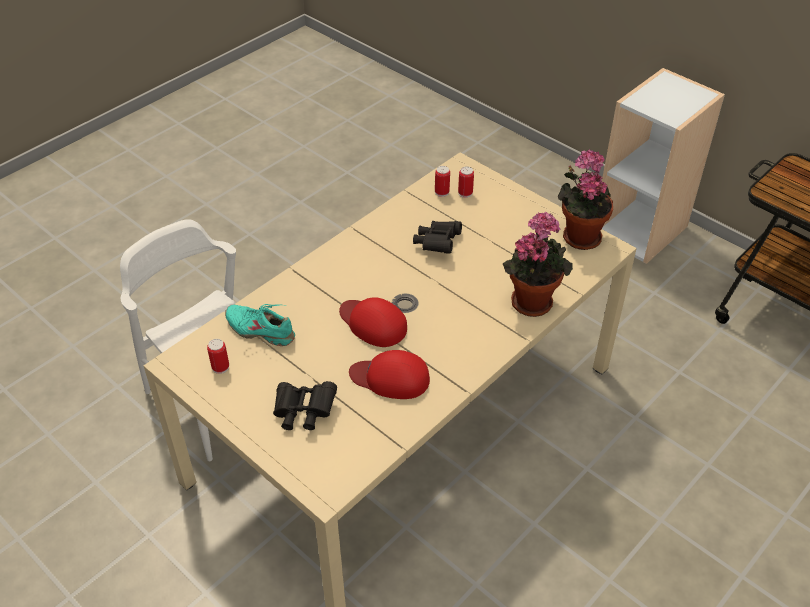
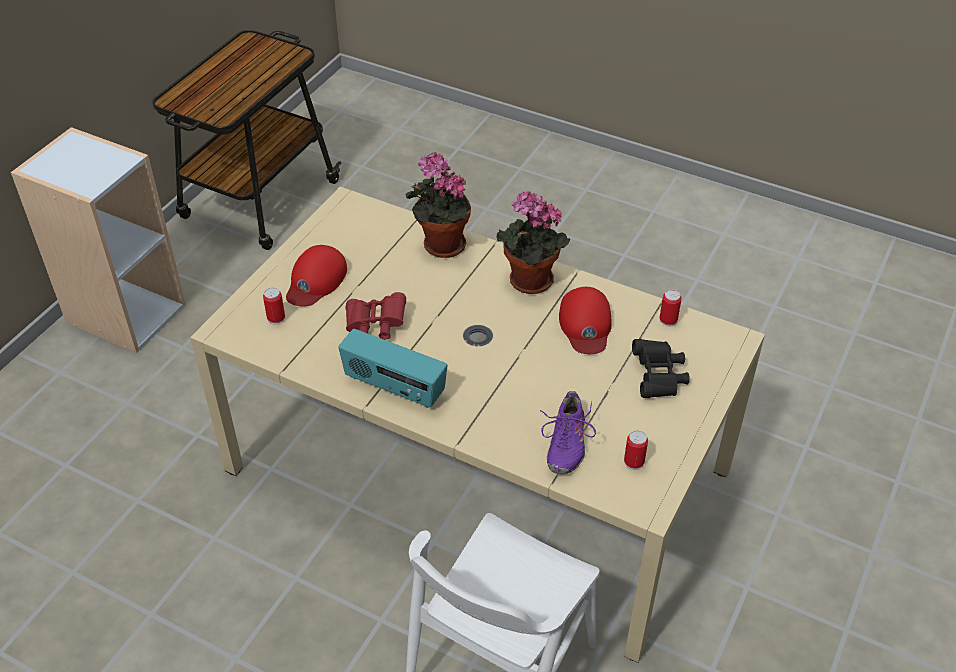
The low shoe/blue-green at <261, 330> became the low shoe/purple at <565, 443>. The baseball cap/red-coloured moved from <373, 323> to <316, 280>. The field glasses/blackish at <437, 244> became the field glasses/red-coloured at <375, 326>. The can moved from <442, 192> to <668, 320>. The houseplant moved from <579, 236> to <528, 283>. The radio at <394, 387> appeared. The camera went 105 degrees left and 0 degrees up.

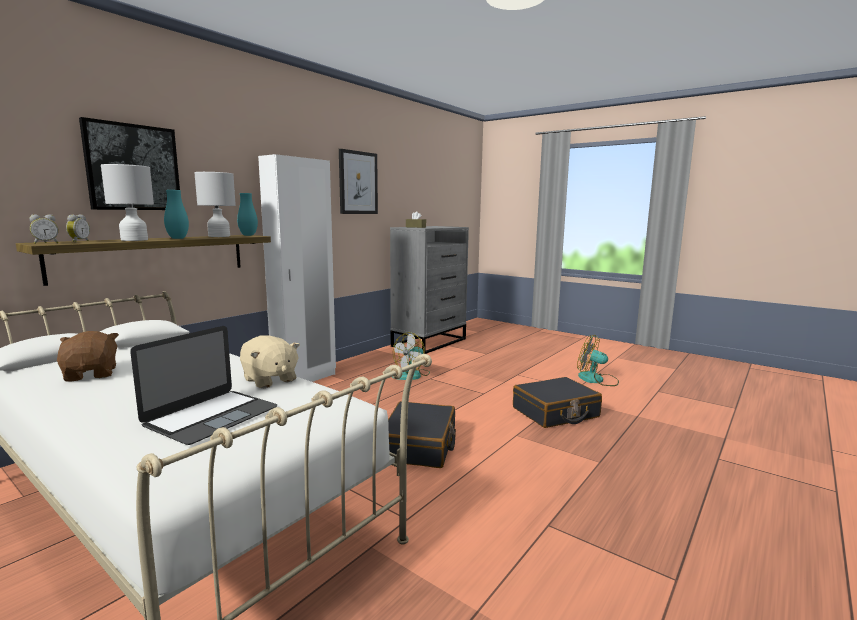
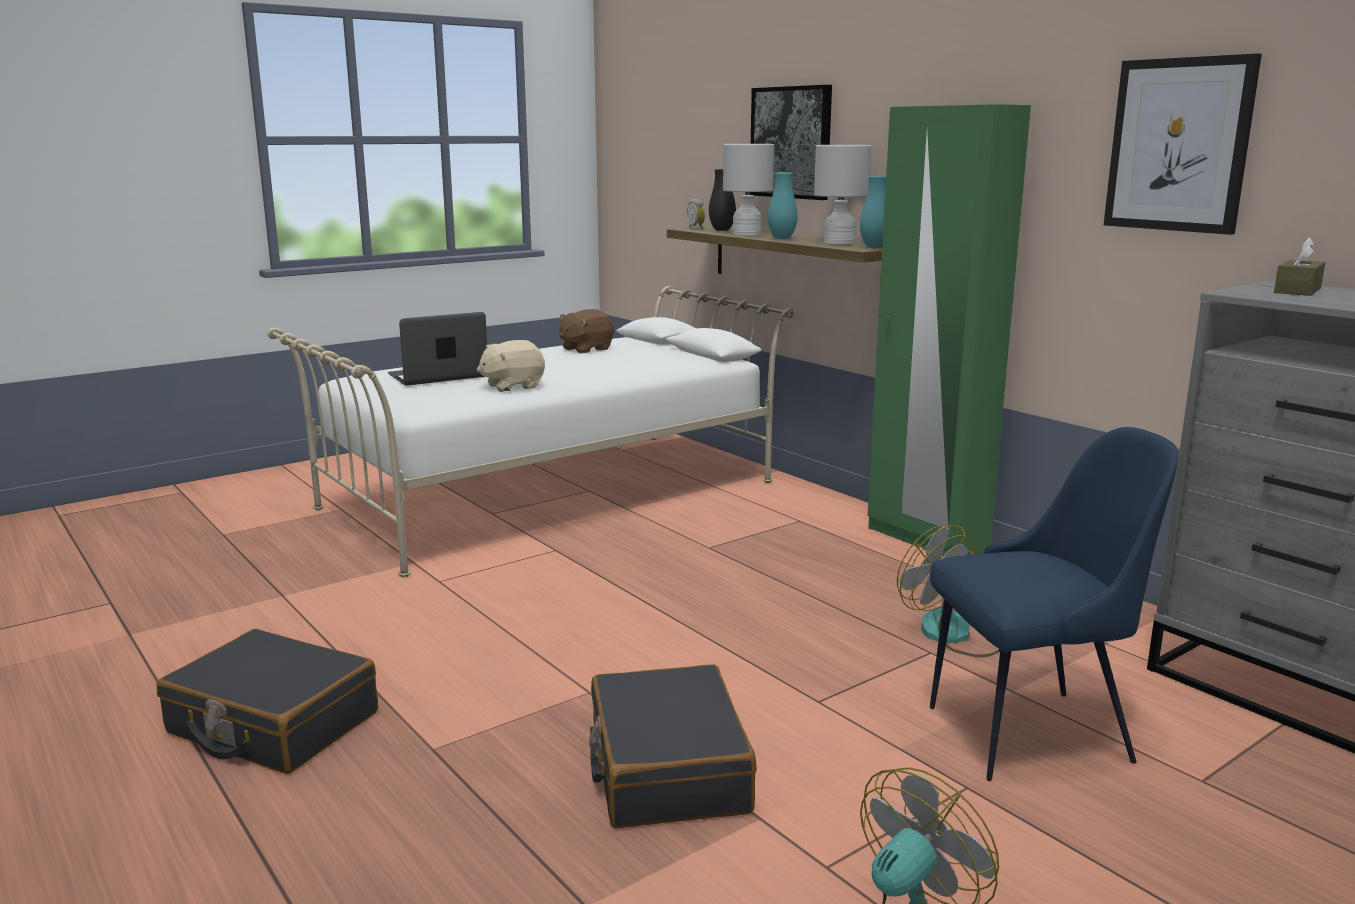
The cuddly toy/brownish at <92, 374> turned 150 degrees clockwise. The table clock at <78, 241> was replaced by the flower vase/blackish at <722, 230>. The portable computer at <211, 416> turned 105 degrees clockwise. The clothes cupboard/white-coloured at <305, 379> became the clothes cupboard/greenish at <926, 540>. The piece of luggage/blackish moved from <419, 446> to <272, 724>. The plain chair/blue at <1029, 733> appeared. The camera went 105 degrees right and 5 degrees up.

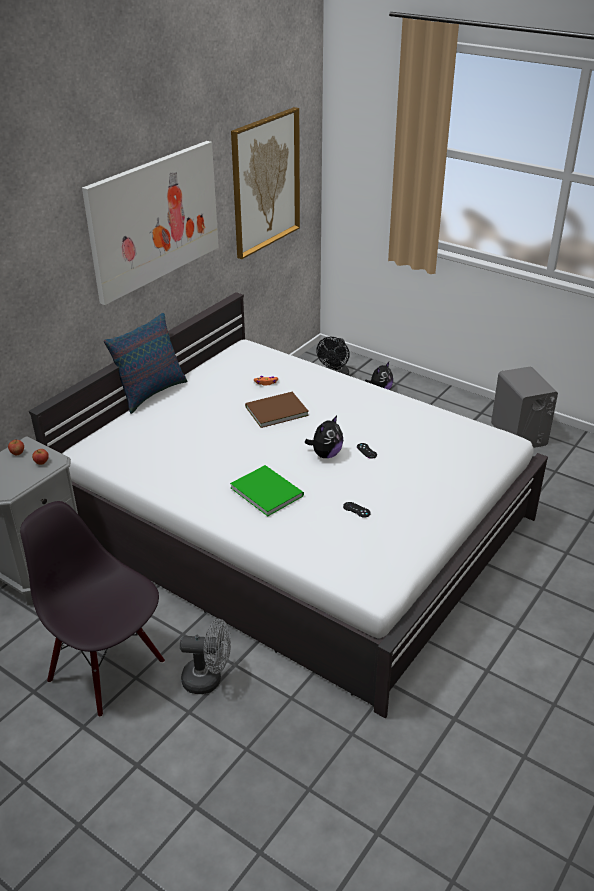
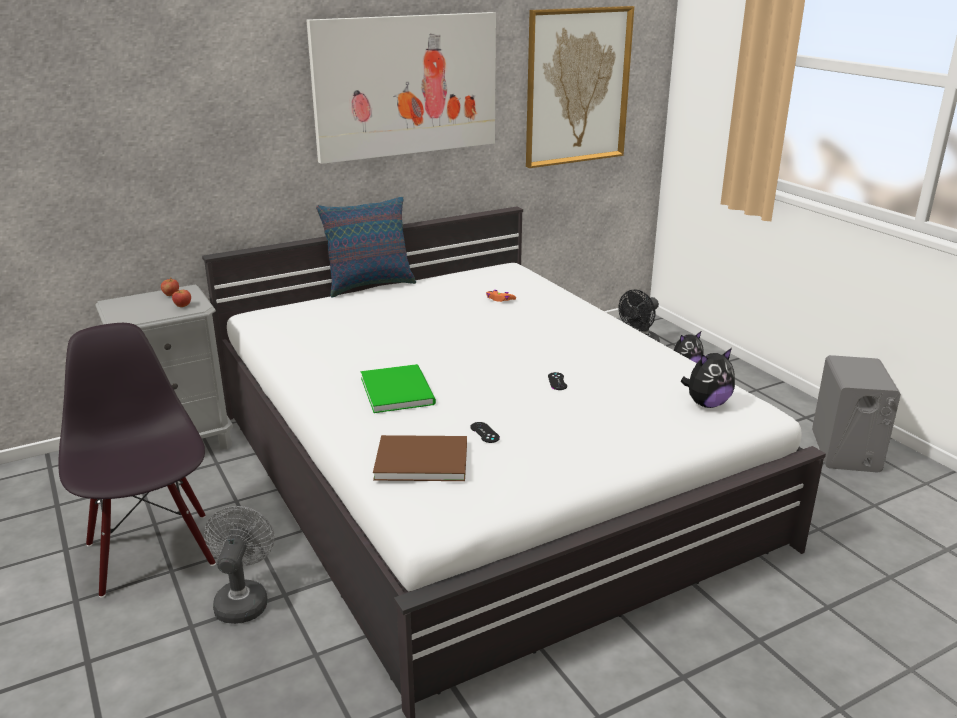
The electric fan/grey at <208, 679> turned 120 degrees counterclockwise. The book/brownish moved from <274, 411> to <419, 459>. The cuddly toy moved from <326, 454> to <706, 404>. The camera went 25 degrees right and 10 degrees down.

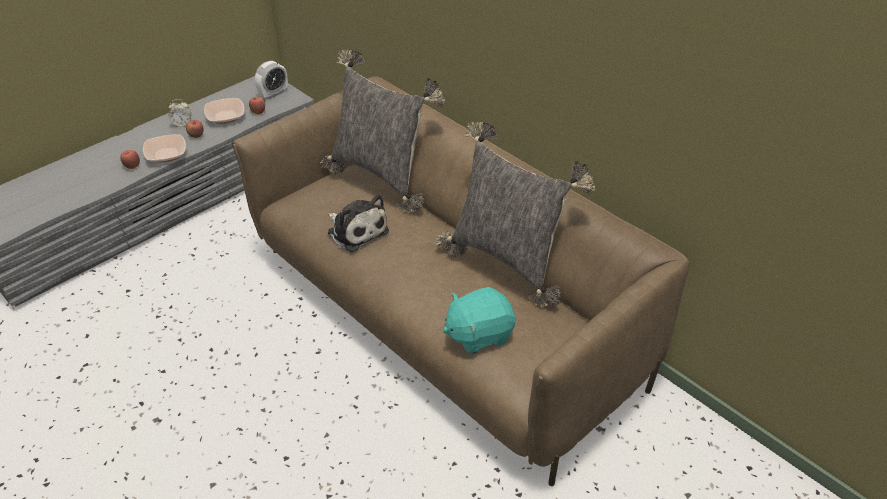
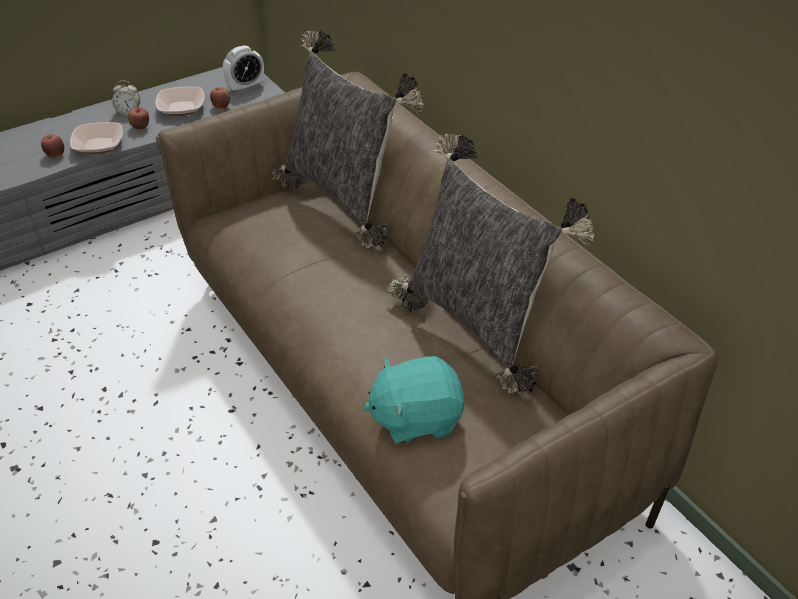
The cuddly toy at <356, 230> disappeared. The camera went 10 degrees right and 0 degrees up.

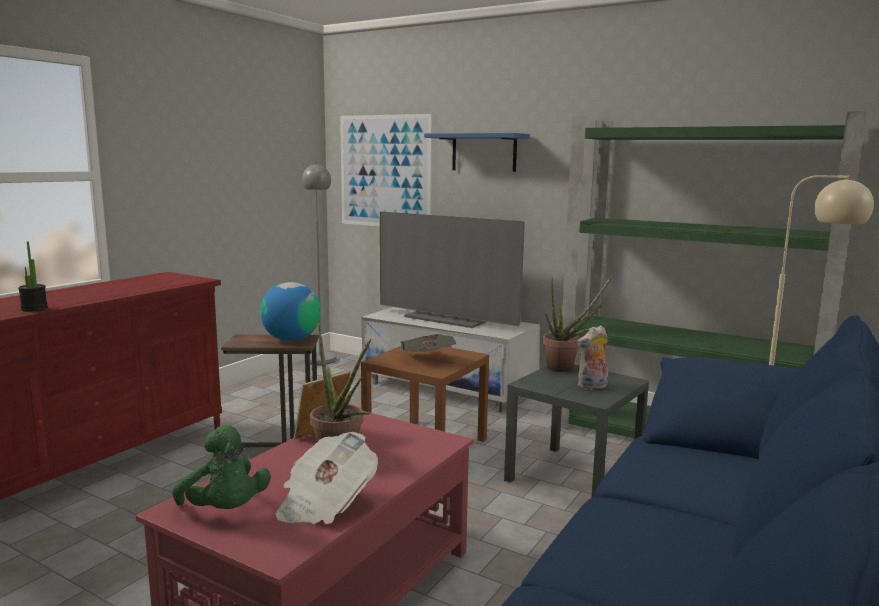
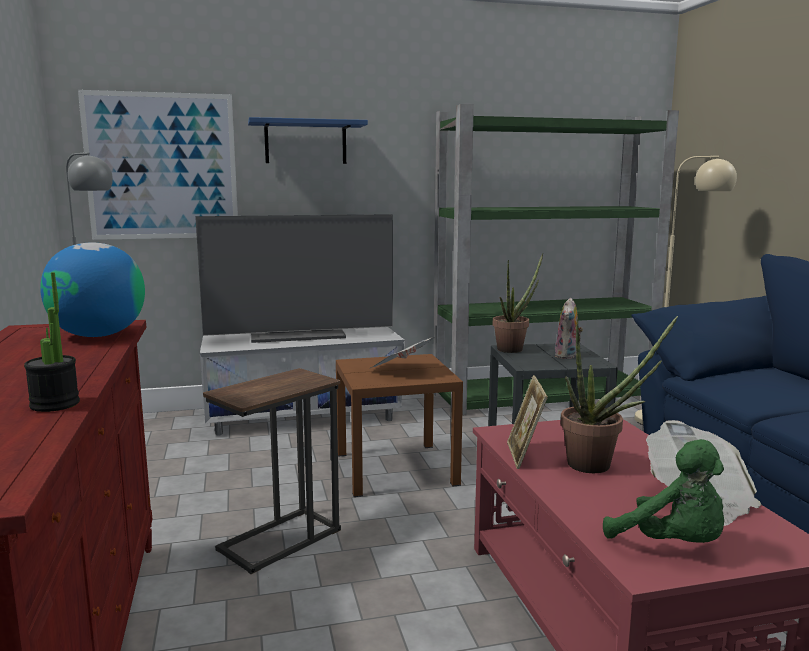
The cuddly toy/greenish at <225, 511> turned 45 degrees clockwise. The world globe moved from <291, 339> to <98, 335>. The camera went 45 degrees left and 0 degrees up.

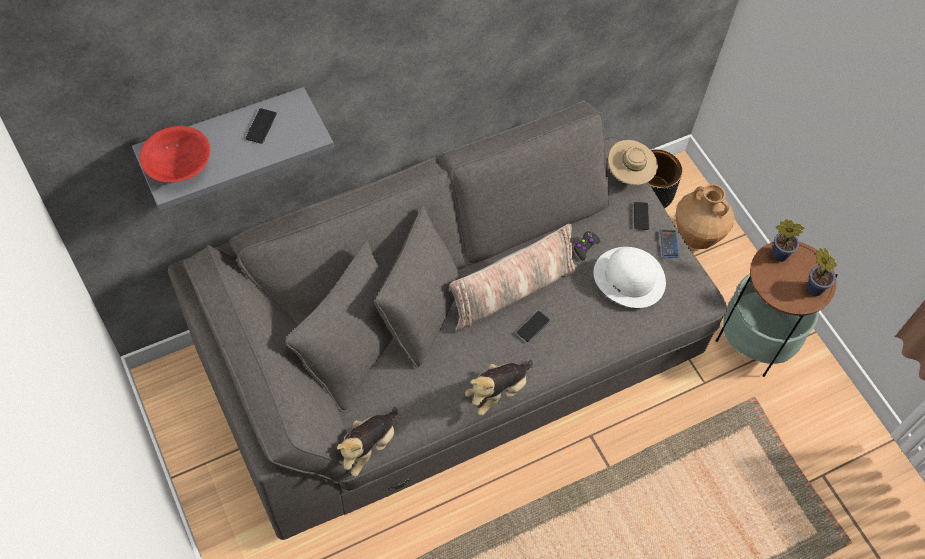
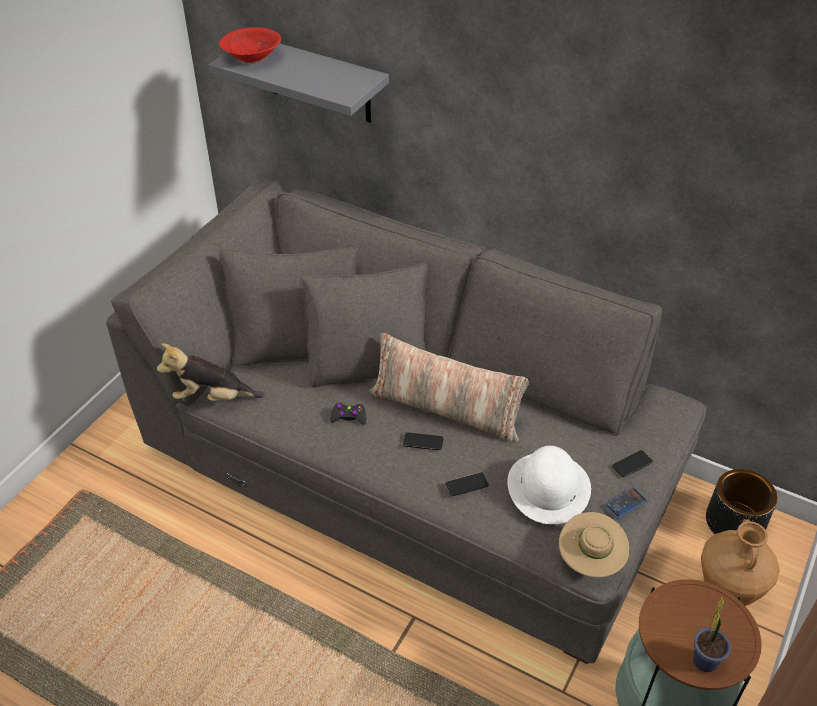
The handset moved from <261, 126> to <467, 484>. The cuddly toy at <497, 392> disappeared. The joypad/blackish moved from <585, 247> to <348, 417>. The clothing hat/sand-coloured moved from <629, 174> to <590, 560>. The houseplant at <777, 254> disappeared. The camera went 60 degrees right and 15 degrees down.

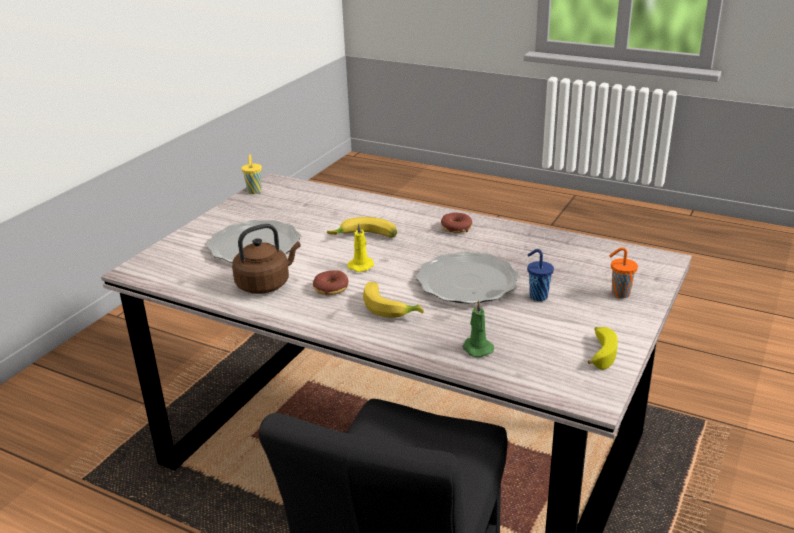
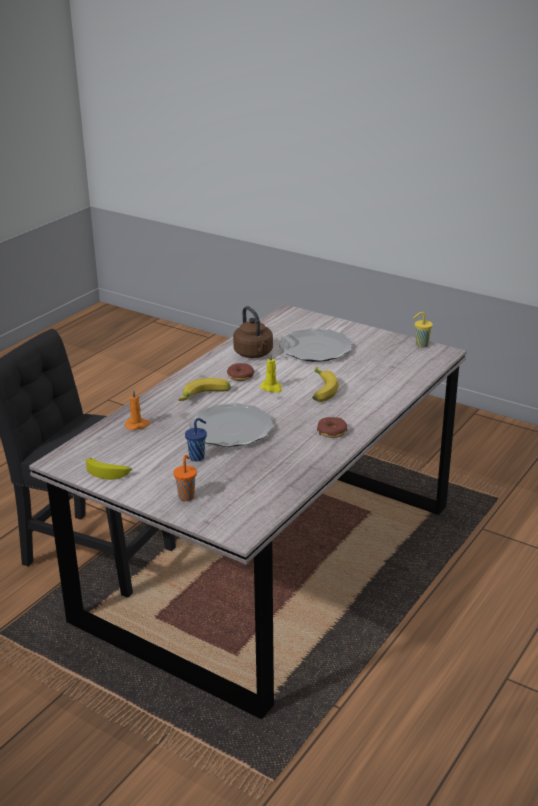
The candle/greenish at <476, 348> became the candle/orangey at <137, 425>. The camera went 95 degrees right and 0 degrees up.

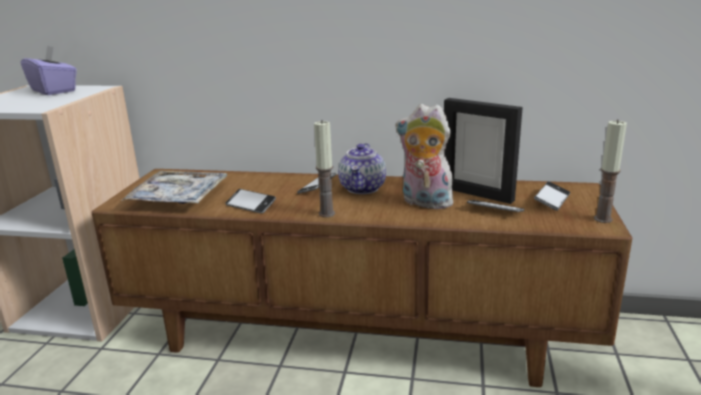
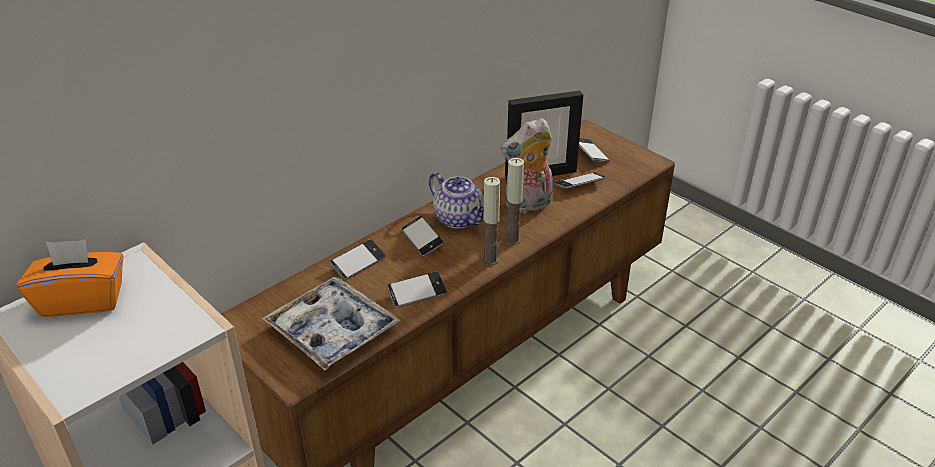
The tissue box/purple at <54, 90> became the tissue box/orangey at <82, 300>. The candle moved from <603, 219> to <513, 239>. The handset at <358, 263> appeared. The camera went 55 degrees left and 15 degrees up.

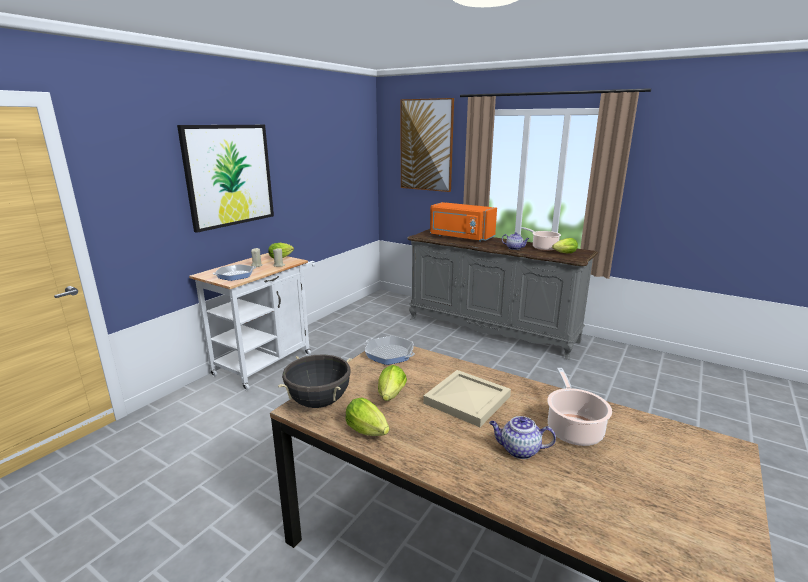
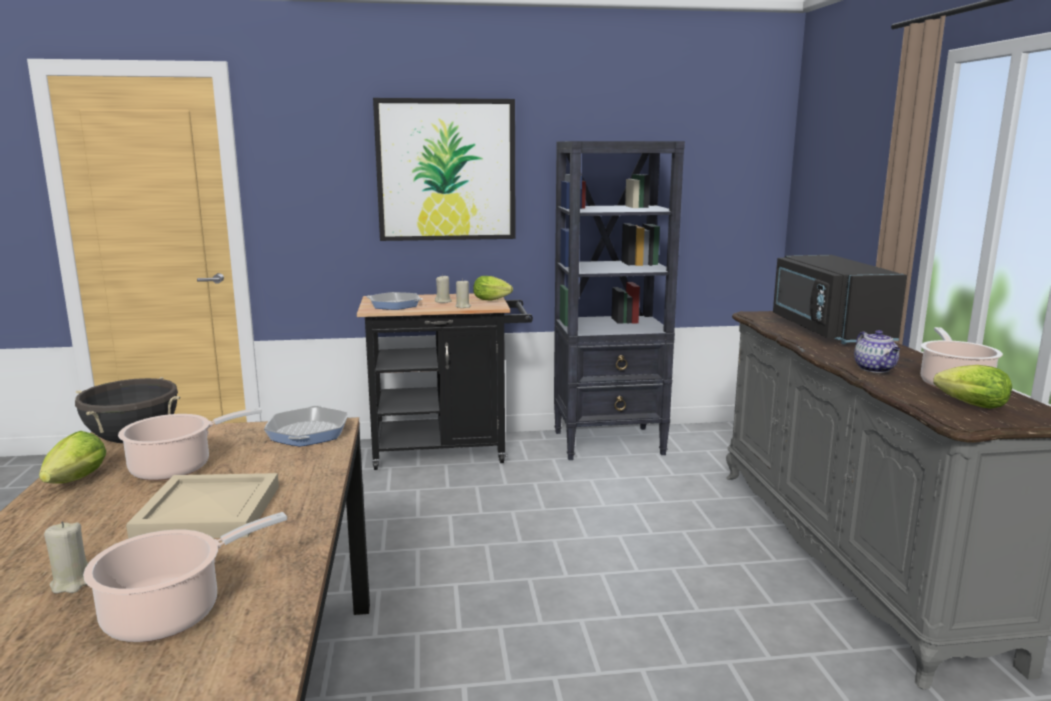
The wheeled cart/white-coloured at <267, 361> became the wheeled cart/blackish at <448, 451>. The head of lettuce at <390, 397> was replaced by the stockpot at <177, 468>. The wall picture at <426, 145> disappeared. The kitchen microwave/orangey at <460, 237> became the kitchen microwave/blackish at <827, 330>. The teapot at <519, 450> was replaced by the candle/sand-coloured at <72, 583>. The shelving unit/blackish at <609, 443> appeared. The camera went 50 degrees right and 5 degrees down.

